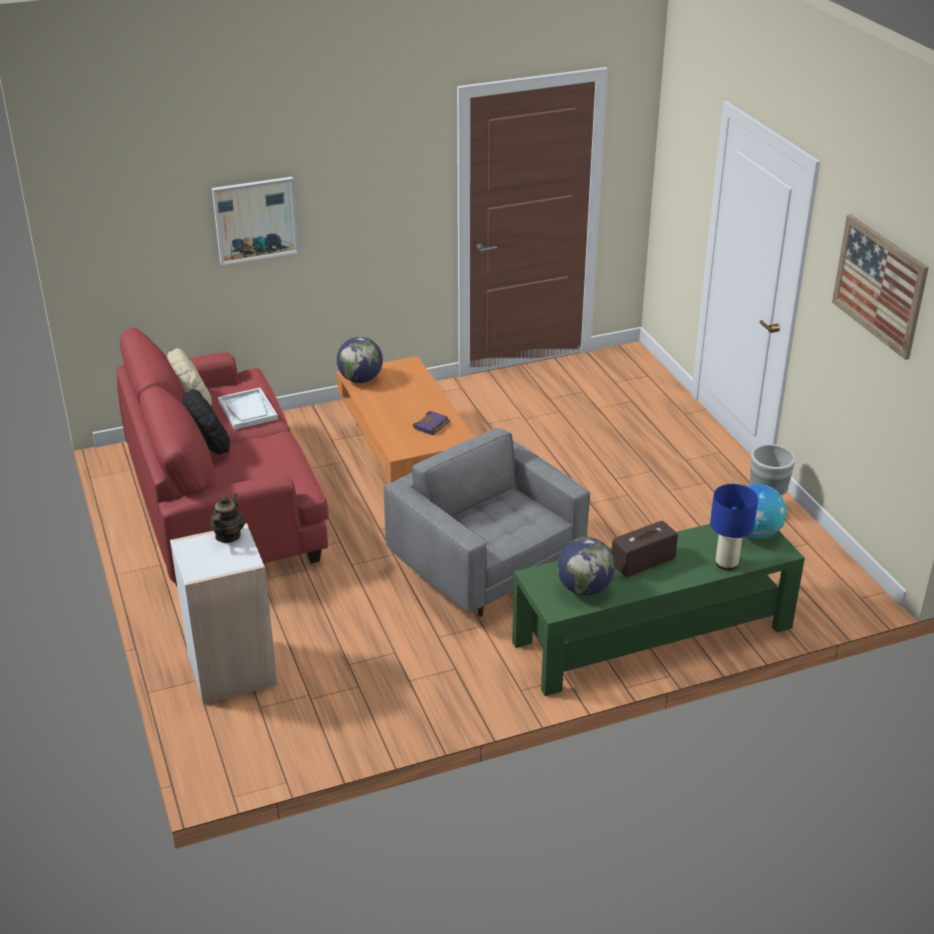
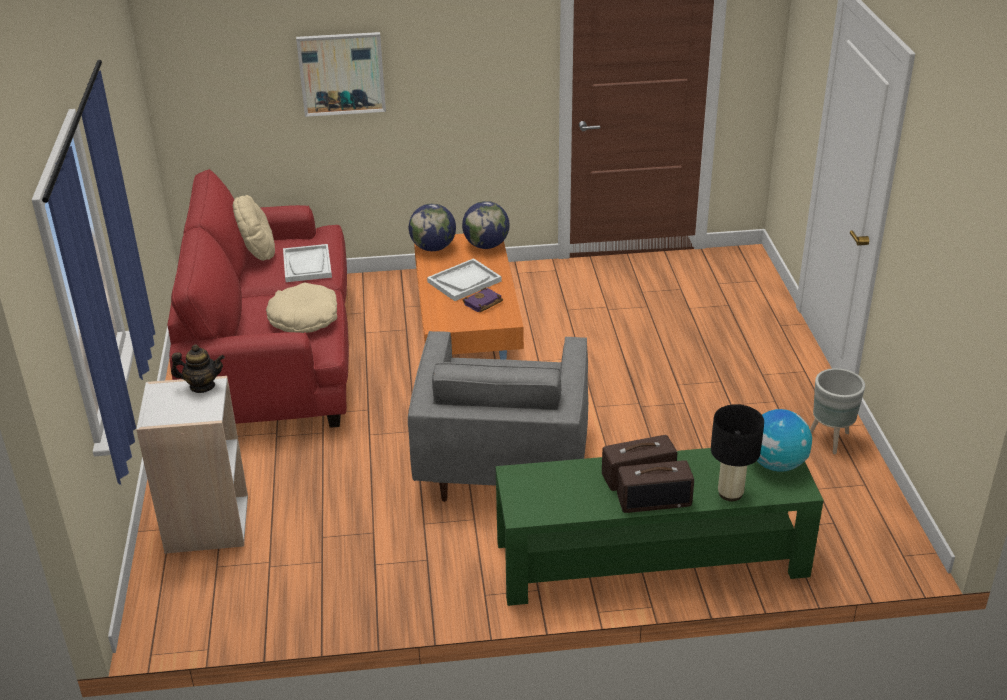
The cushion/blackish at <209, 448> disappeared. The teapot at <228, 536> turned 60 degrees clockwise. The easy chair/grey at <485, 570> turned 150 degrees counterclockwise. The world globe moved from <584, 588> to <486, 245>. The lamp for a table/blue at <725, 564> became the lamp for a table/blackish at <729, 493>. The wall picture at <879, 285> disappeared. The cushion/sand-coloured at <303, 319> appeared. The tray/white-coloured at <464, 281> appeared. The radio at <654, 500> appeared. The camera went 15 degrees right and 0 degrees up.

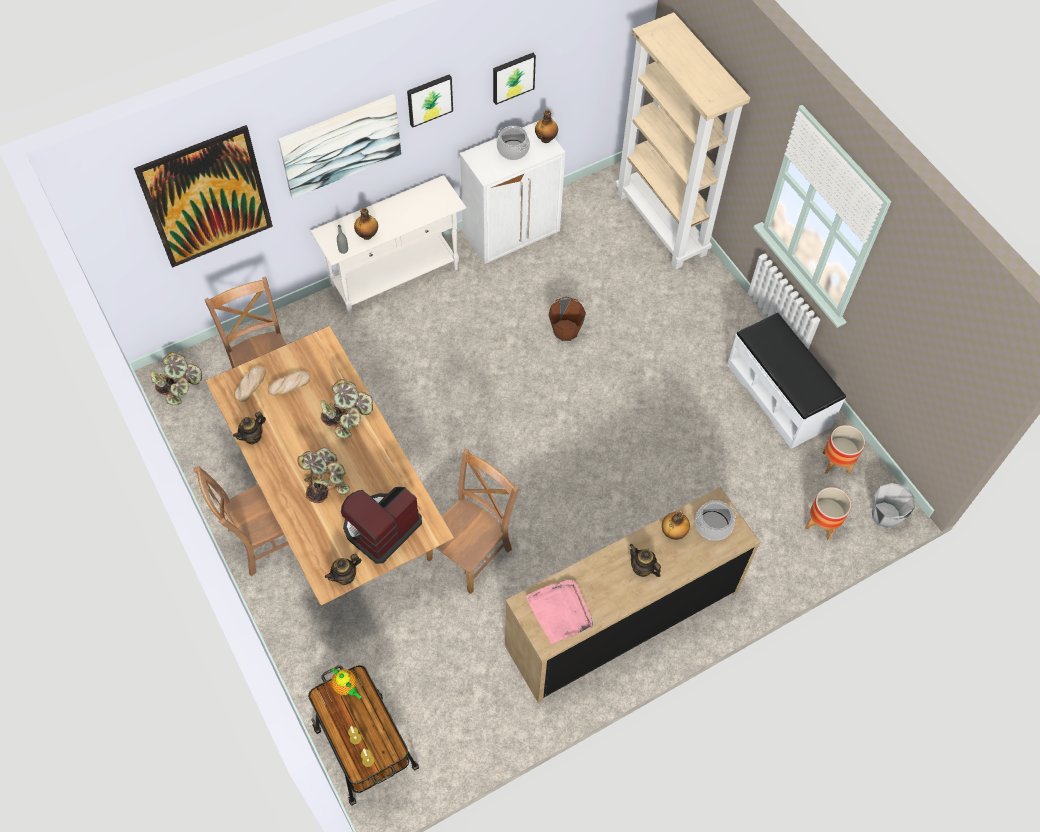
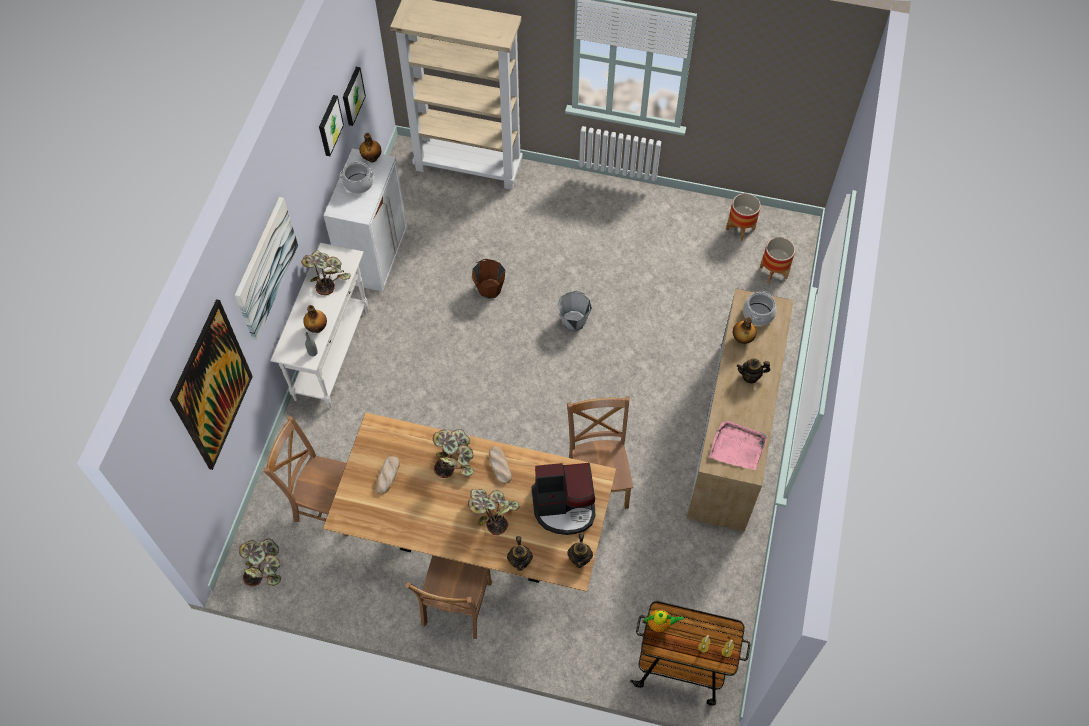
The teapot moved from <253, 436> to <520, 561>. The bread moved from <250, 384> to <499, 465>. The coffee machine at <381, 528> turned 90 degrees counterclockwise. The wall picture moved from <429, 99> to <352, 96>. The bench/white-coloured at <779, 395> disappeared. The water bucket/grey moved from <885, 515> to <574, 321>. The houseplant at <327, 277> appeared. The camera went 45 degrees left and 0 degrees up.

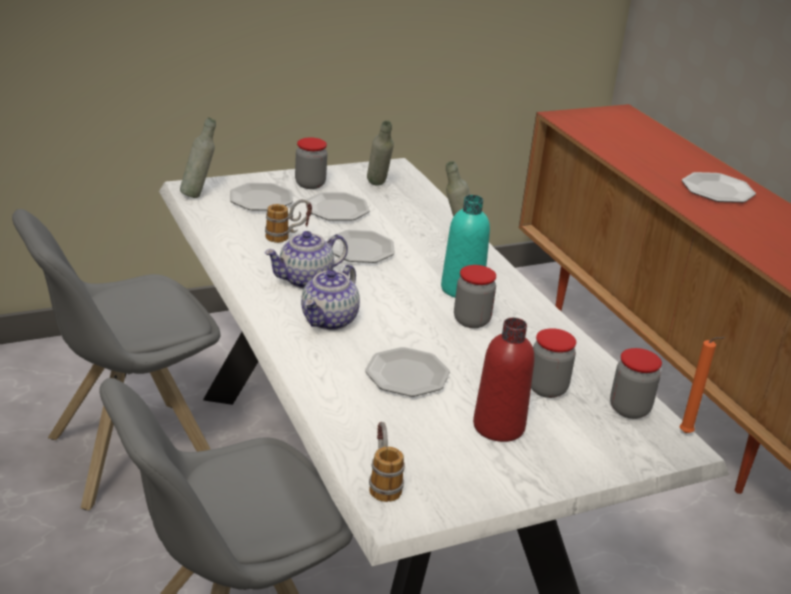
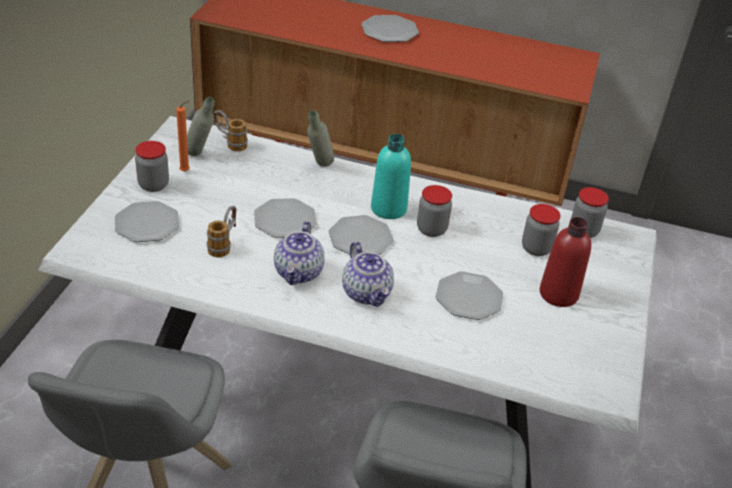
The beverage bottle/grey at <198, 194> disappeared. The plate moved from <337, 209> to <361, 238>. The mug moved from <382, 481> to <229, 143>. The candle/orangey moved from <688, 434> to <186, 171>. The camera went 50 degrees left and 10 degrees up.

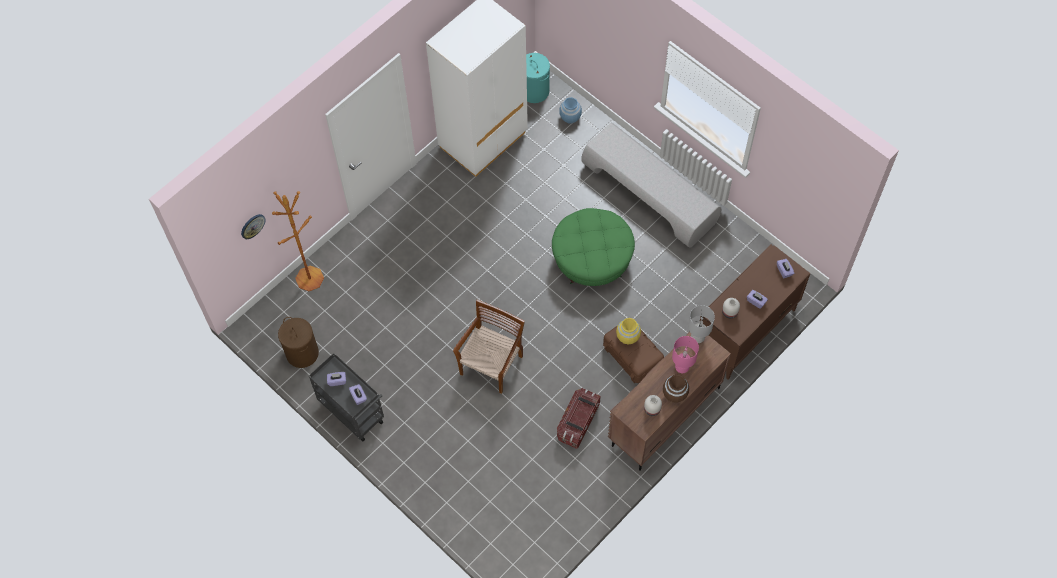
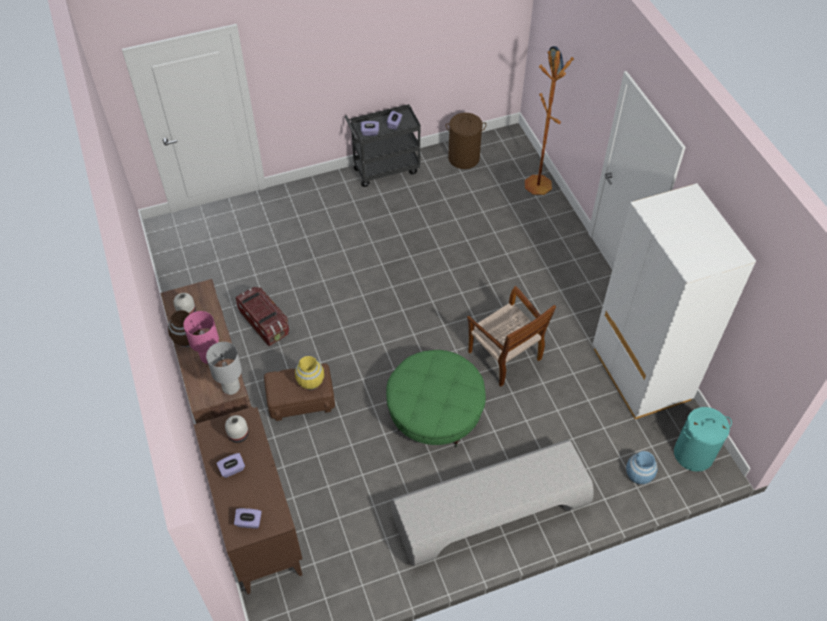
The easy chair/brownish moved from <491, 364> to <505, 356>. The camera went 115 degrees right and 10 degrees down.

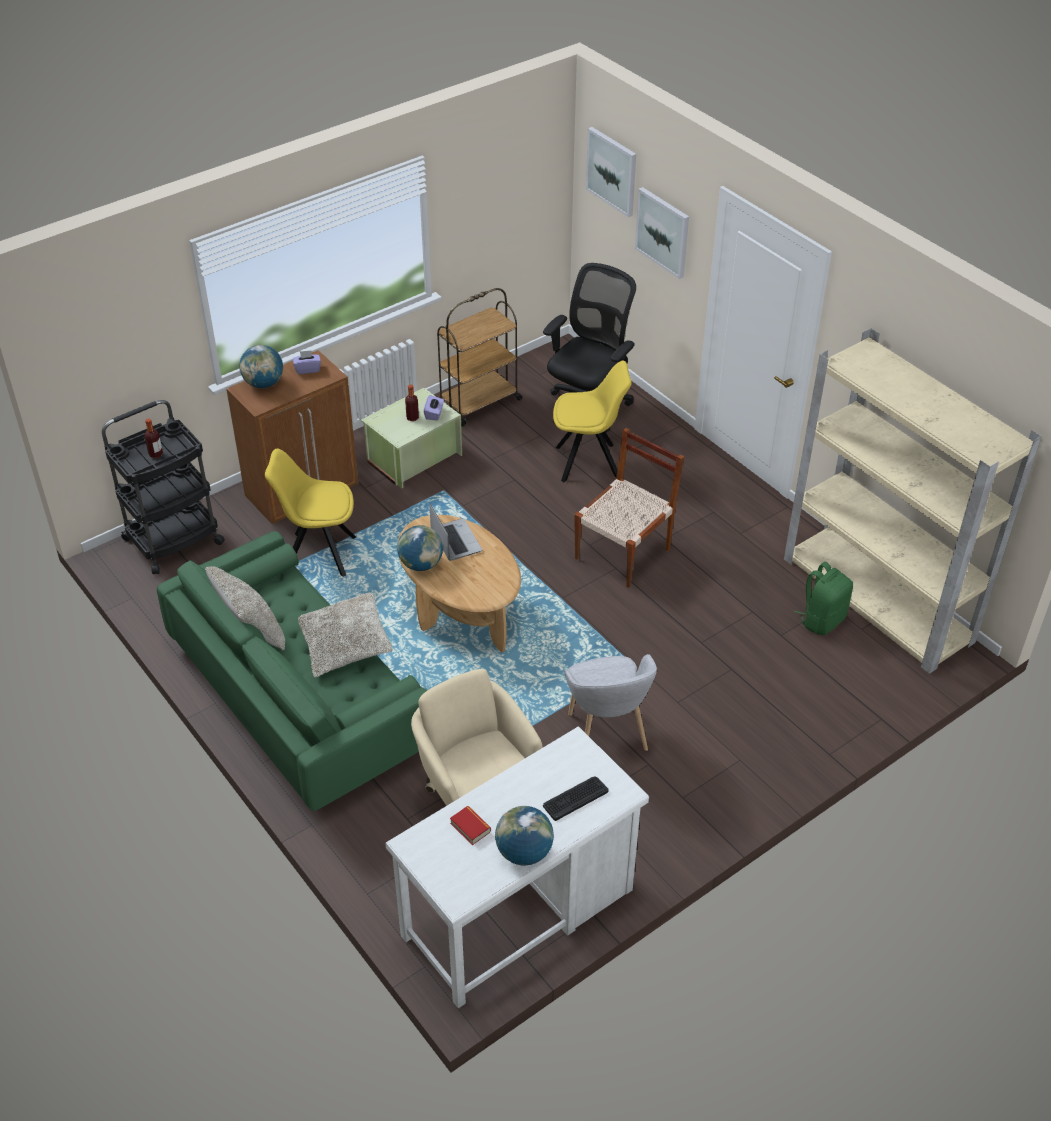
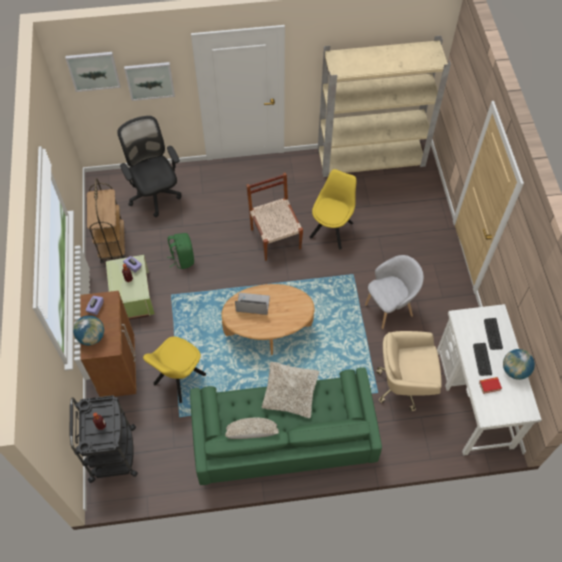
The world globe at <421, 564> disappeared. The plain chair/yellow-coloured moved from <588, 462> to <332, 230>. The easy chair/grey at <606, 735> turned 45 degrees counterclockwise. The rucksack/greenish moved from <821, 620> to <182, 259>. The keyboard at <482, 359> appeared. The camera went 60 degrees left and 15 degrees up.

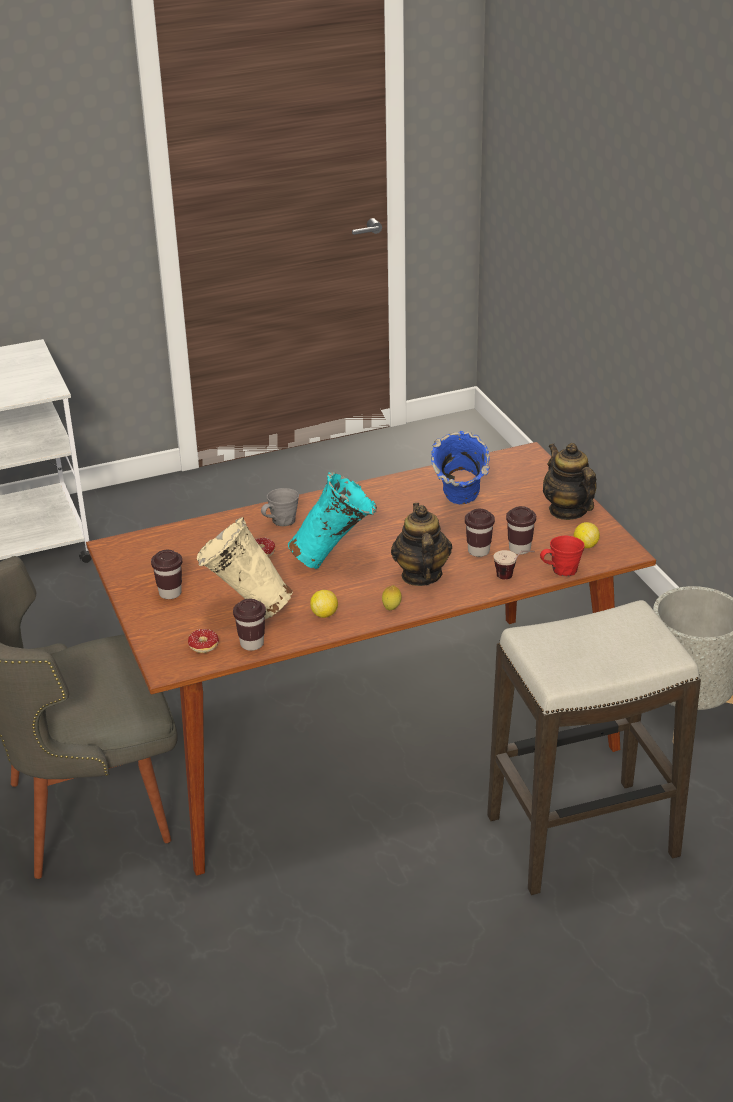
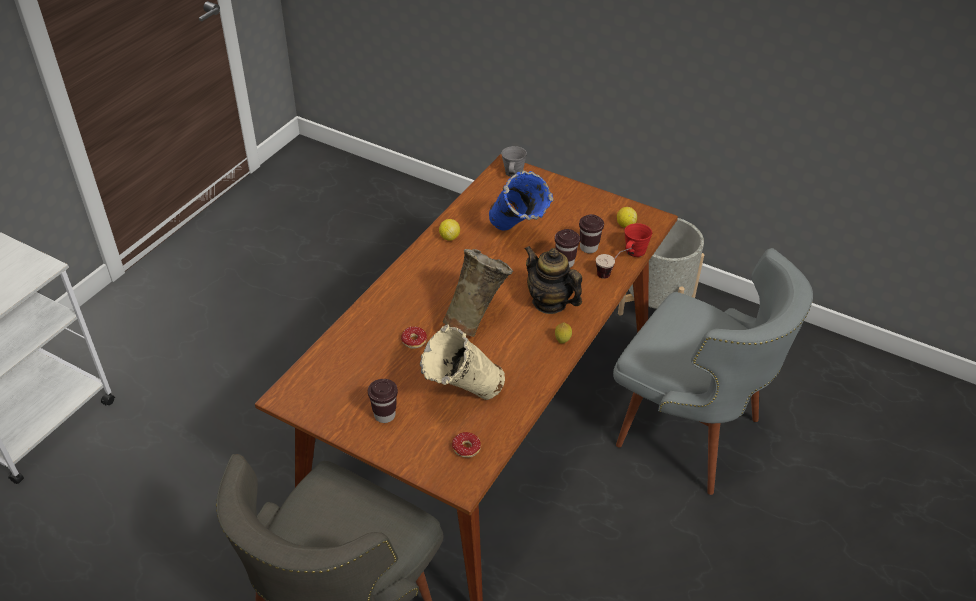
The drinking cup/brownish at <252, 644> disappeared. The mug/grey moved from <282, 522> to <513, 173>. The flower vase/blue-green at <335, 561> became the flower vase/sand-coloured at <476, 320>. The lemon moved from <324, 614> to <449, 237>. The stool seat at <582, 837> was replaced by the plain chair/grey at <687, 432>. The teapot at <567, 510> disappeared. The camera went 40 degrees left and 10 degrees up.

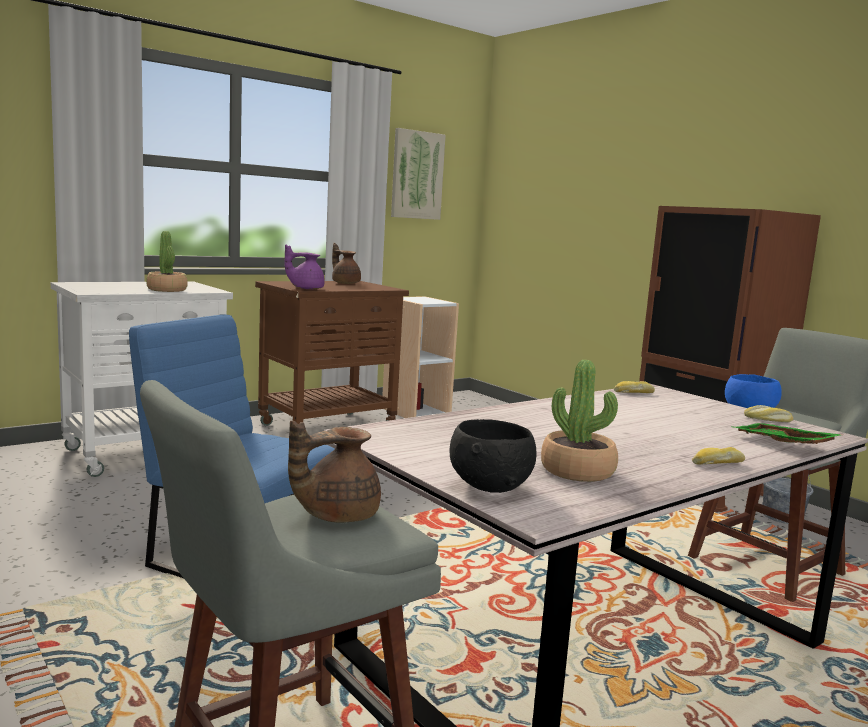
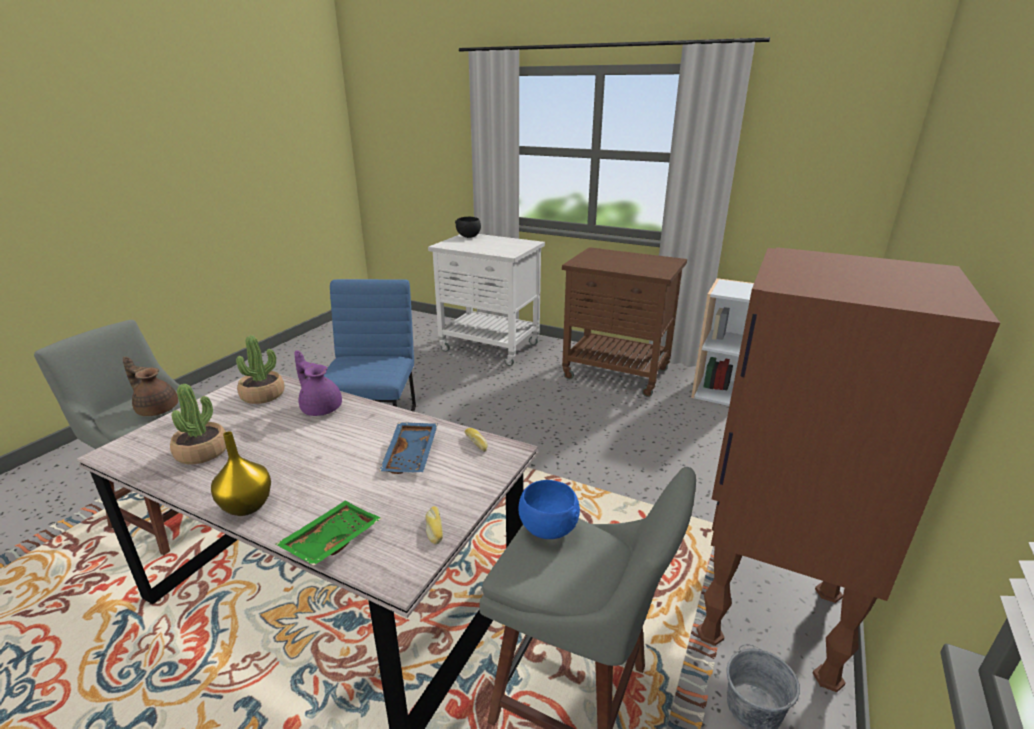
The houseplant moved from <167, 290> to <263, 395>. The teapot/purple moved from <305, 288> to <321, 407>. The teapot/brownish at <345, 283> disappeared. The wall picture at <417, 175> disappeared. The bowl/blackish moved from <491, 486> to <469, 236>. The bread at <717, 463> was replaced by the flower vase/yellow-coloured at <246, 506>. The tray/blue at <412, 455> appeared. The camera went 65 degrees right and 15 degrees up.

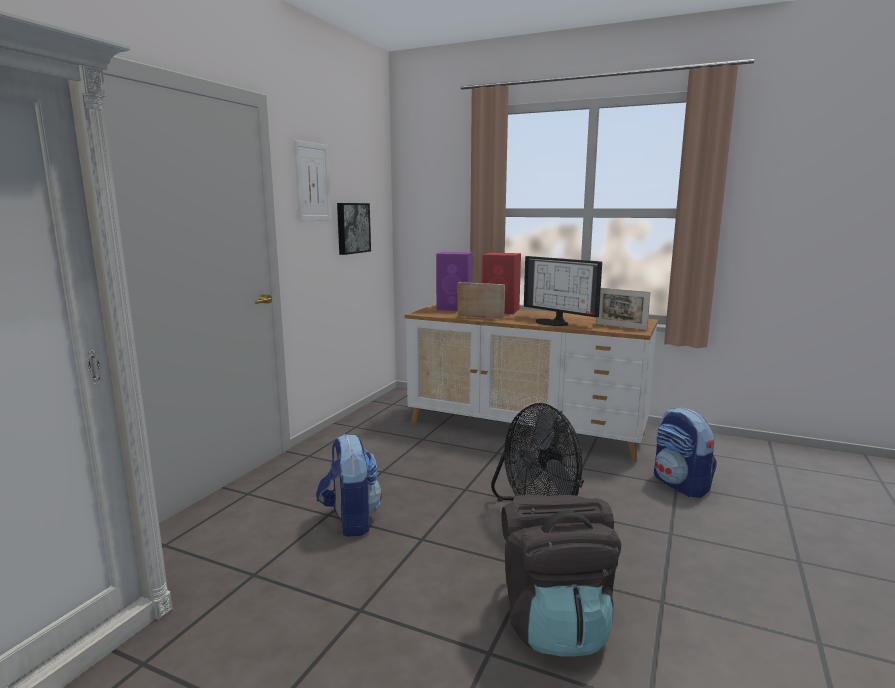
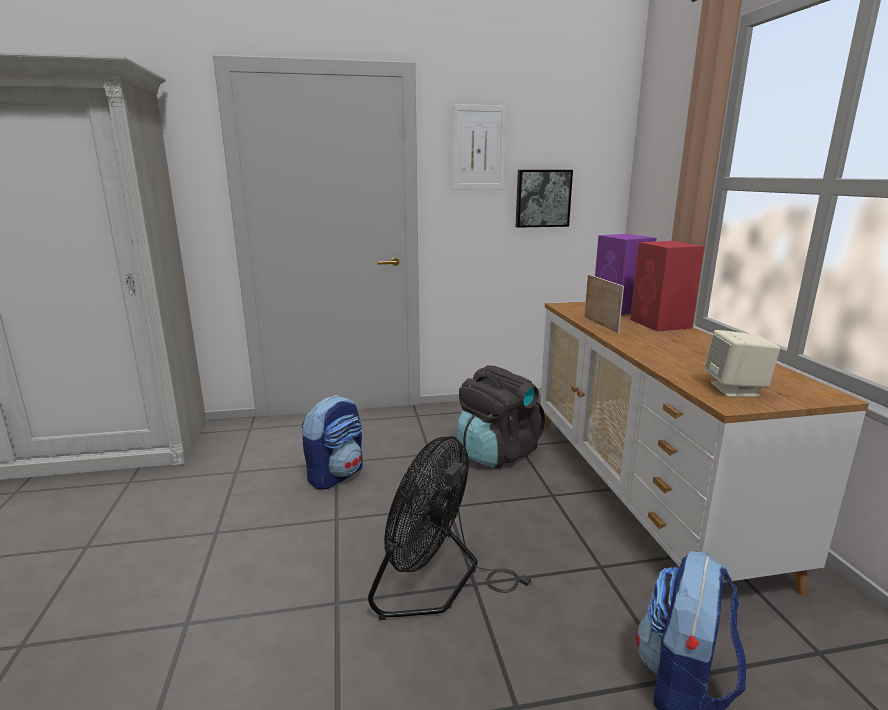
The rucksack/blackish moved from <555, 621> to <496, 453>. The computer screen at <554, 322> disappeared. The standing frame at <621, 326> was replaced by the loudspeaker/sand-coloured at <735, 389>. The camera went 55 degrees right and 5 degrees up.

